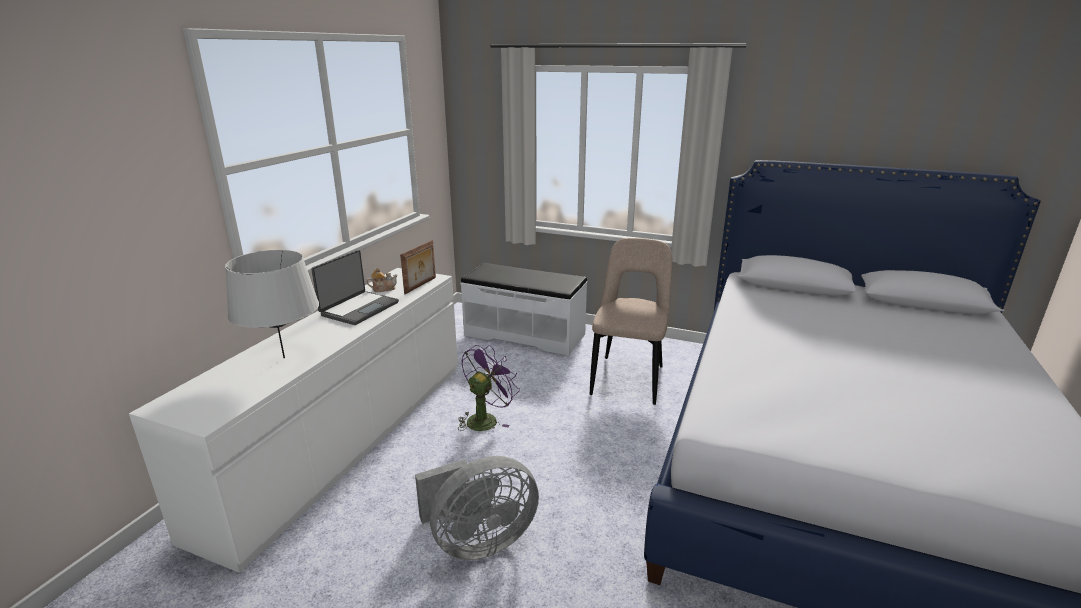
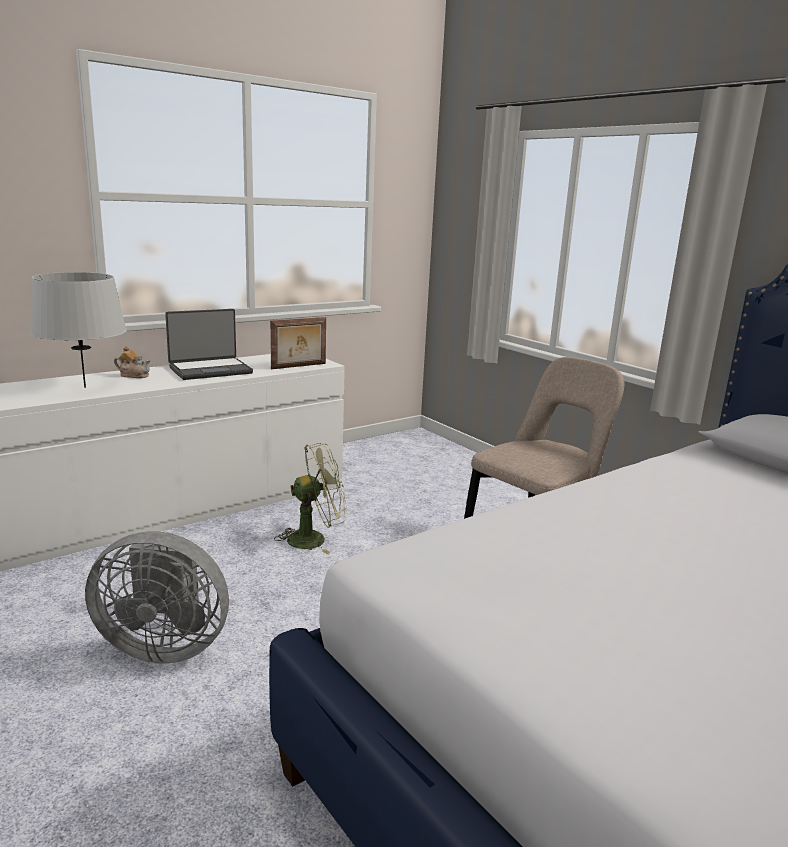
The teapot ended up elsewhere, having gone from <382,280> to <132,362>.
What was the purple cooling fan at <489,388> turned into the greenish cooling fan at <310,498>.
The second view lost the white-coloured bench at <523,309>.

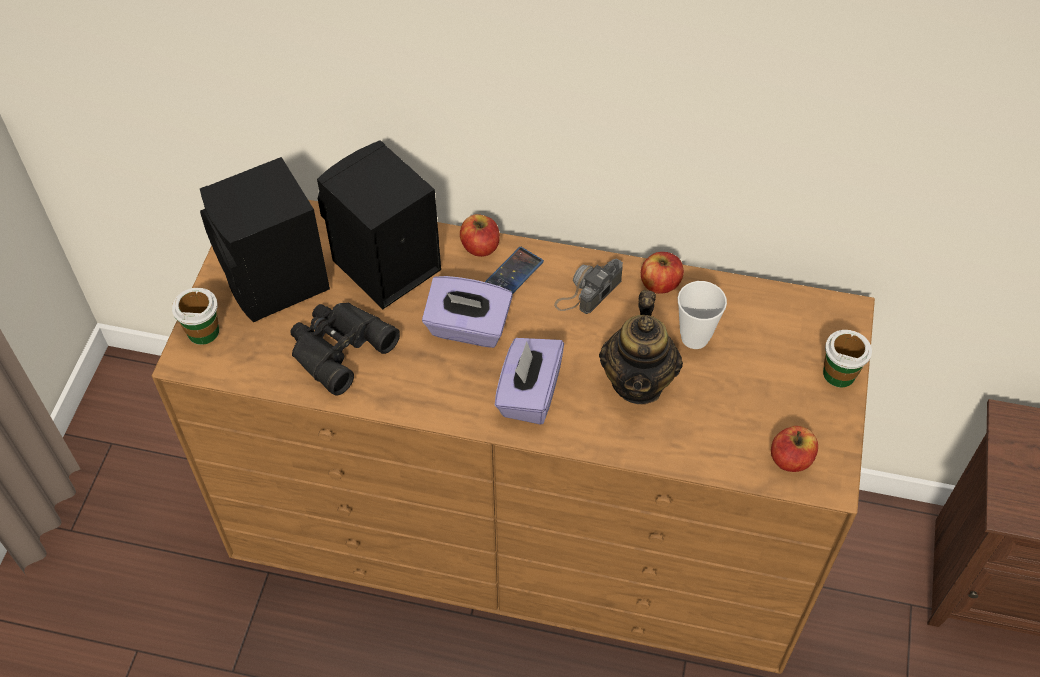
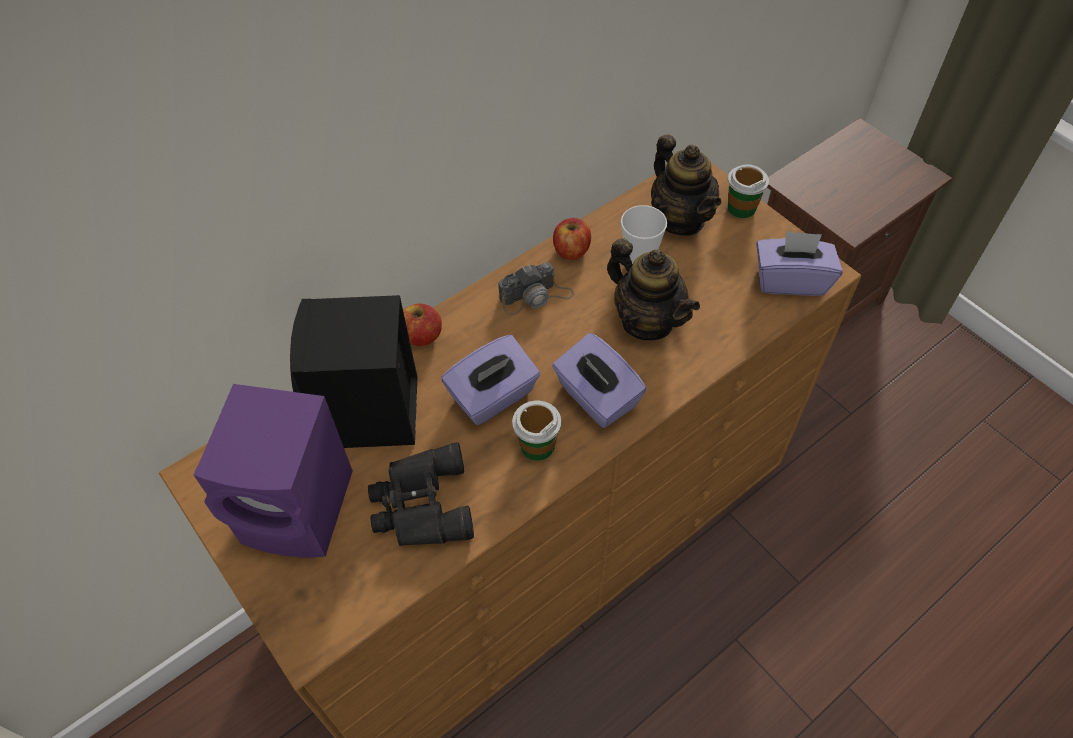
What was the black loudspeaker at <265,239> turned into the purple loudspeaker at <273,471>.
The still camera at <588,286> ended up facing another way, 105 degrees counterclockwise from before.
The cup ended up elsewhere, having gone from <195,316> to <536,431>.
The second view gained the teapot at <686,185>.
Where the apple fruit stood at <794,449>, the purple tissue box came to stand at <799,263>.
The second view lost the handset at <514,270>.

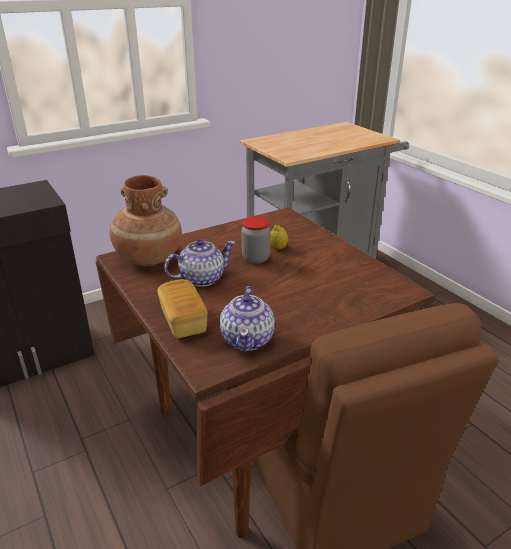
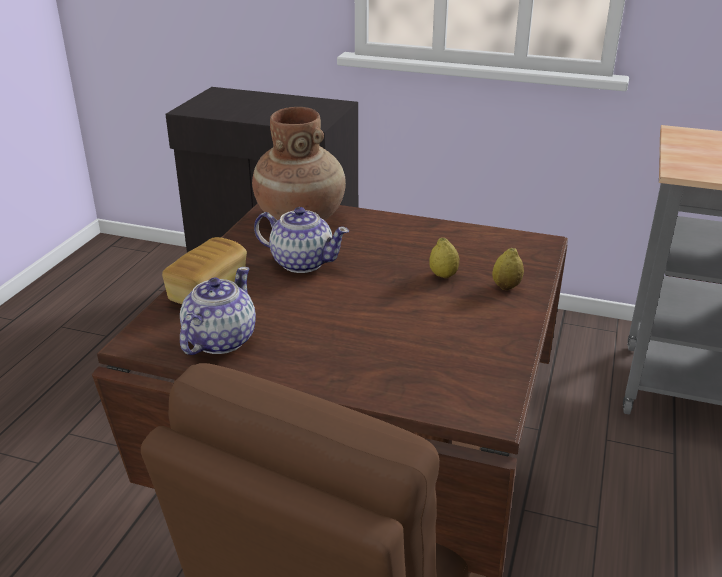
The teapot at <247,319> ended up facing another way, 150 degrees clockwise from before.
The second view gained the lemon at <508,269>.
The second view lost the preserve jar at <255,240>.

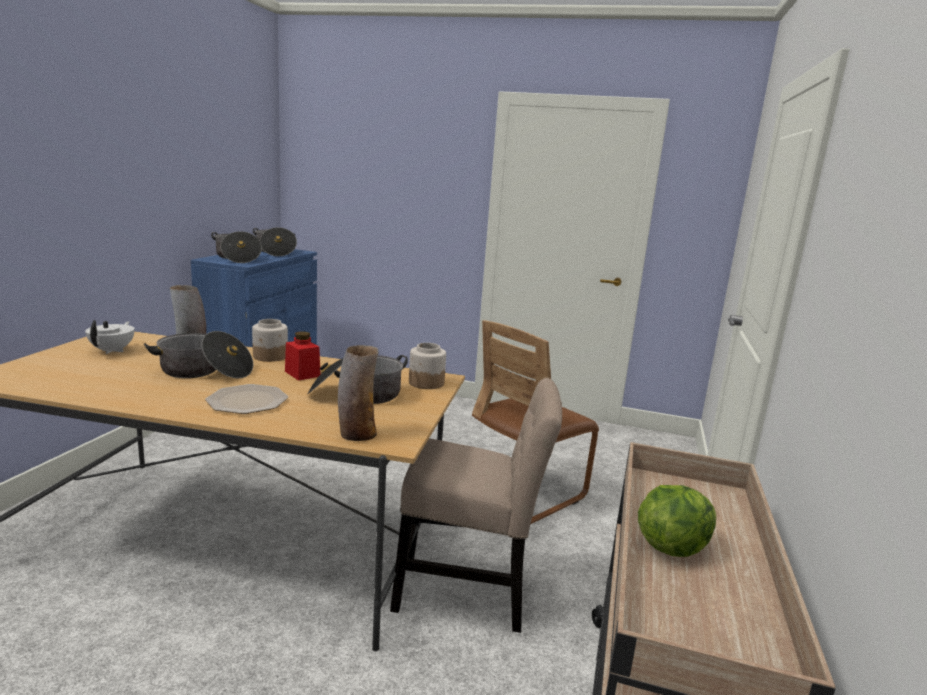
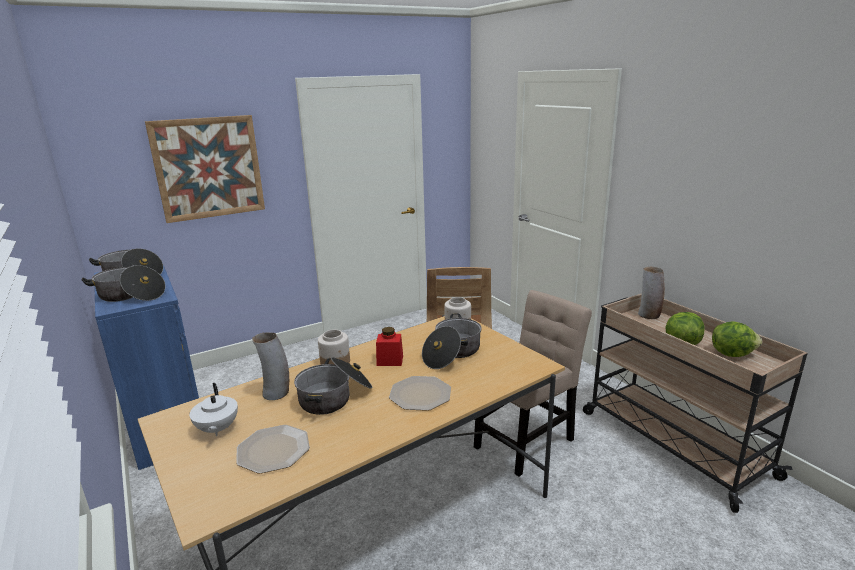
The second view gained the picture at <205,169>.
The white-coloured teapot at <109,337> ended up facing another way, 150 degrees counterclockwise from before.
The second view gained the flat dish at <273,449>.
The flower vase ended up elsewhere, having gone from <358,393> to <651,292>.
The second view gained the lettuce at <737,339>.

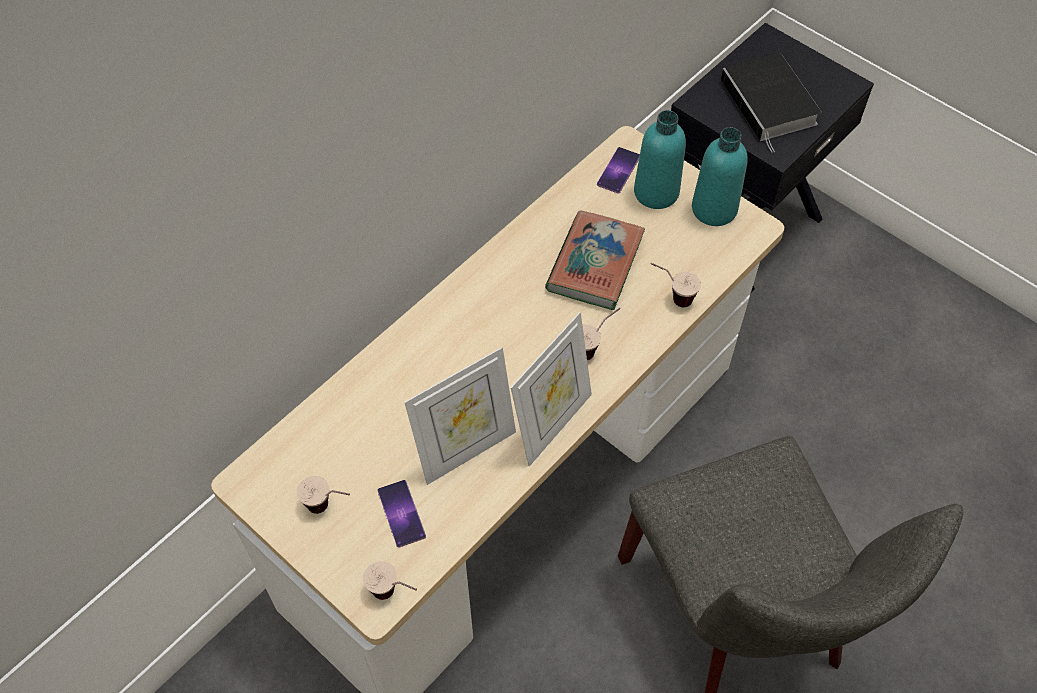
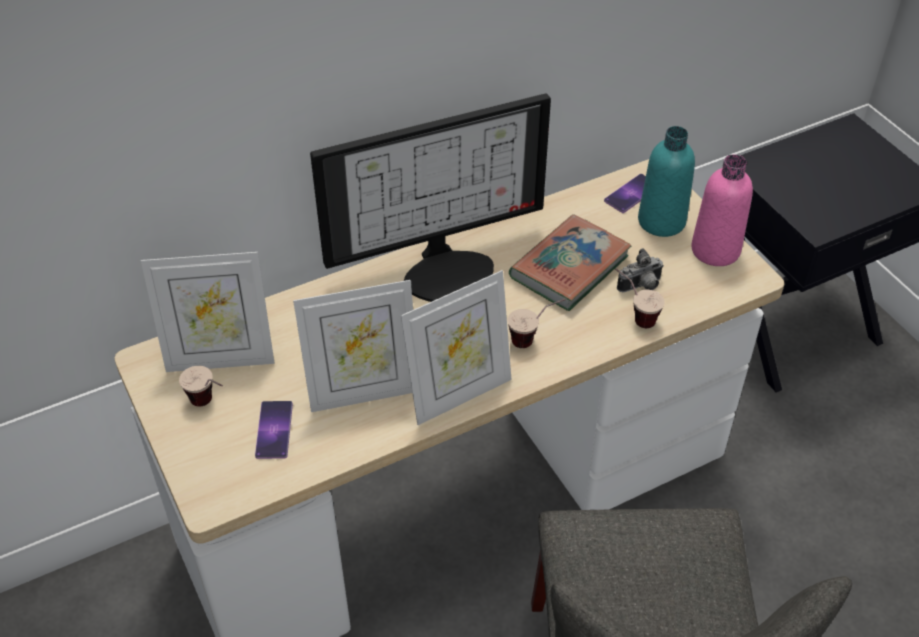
The second view gained the standing frame at <207,312>.
The second view gained the computer display at <430,197>.
The second view gained the still camera at <640,270>.
What was the blue-green beverage bottle at <720,176> turned into the pink beverage bottle at <722,210>.
The second view lost the cup at <390,580>.
The second view lost the book at <771,102>.

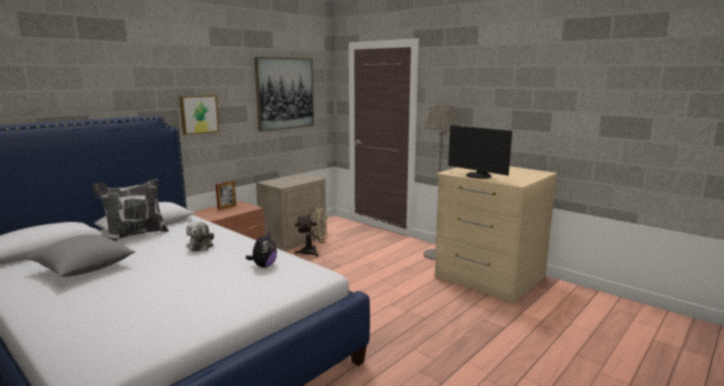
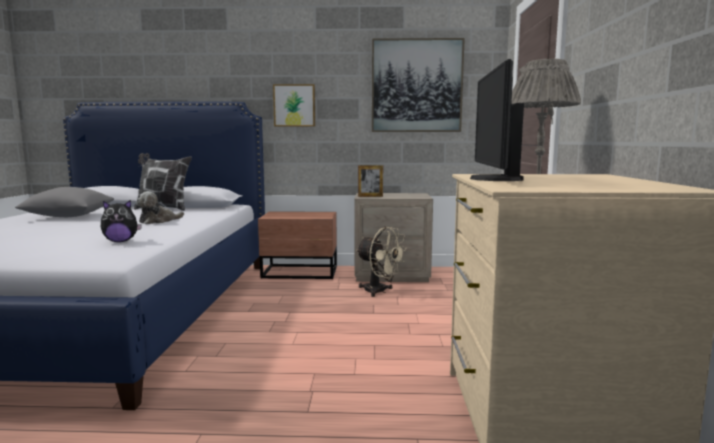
The standing frame ended up elsewhere, having gone from <226,195> to <370,181>.

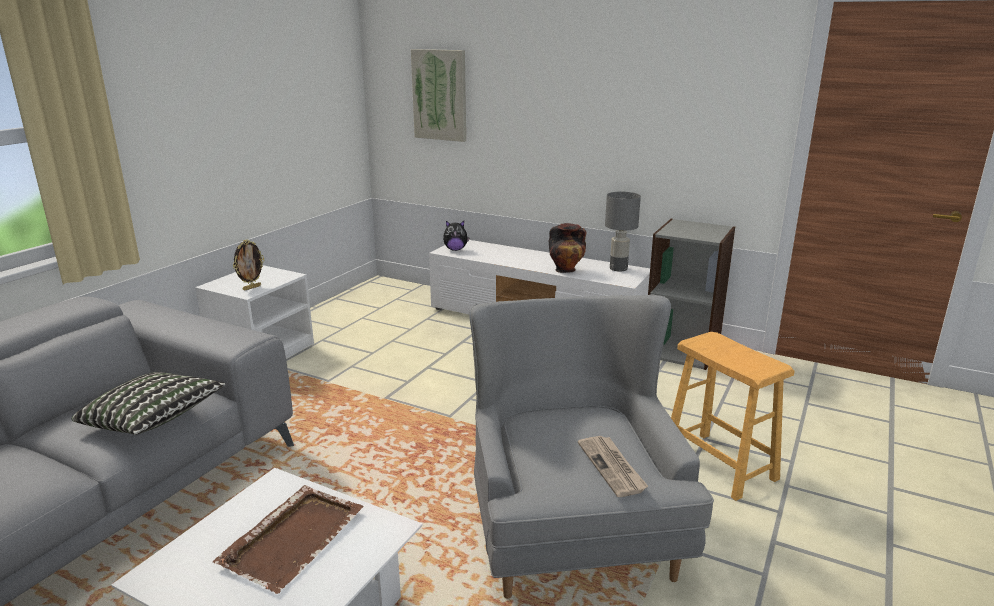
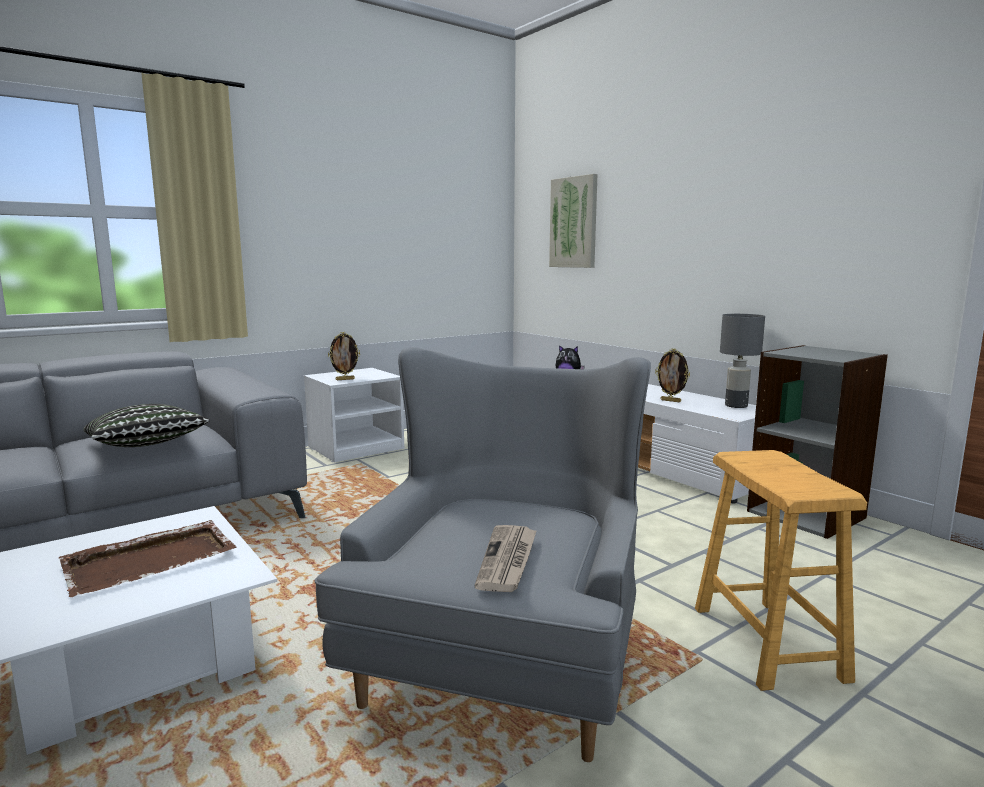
Where the flower vase stood at <567,248>, the standing frame came to stand at <672,375>.

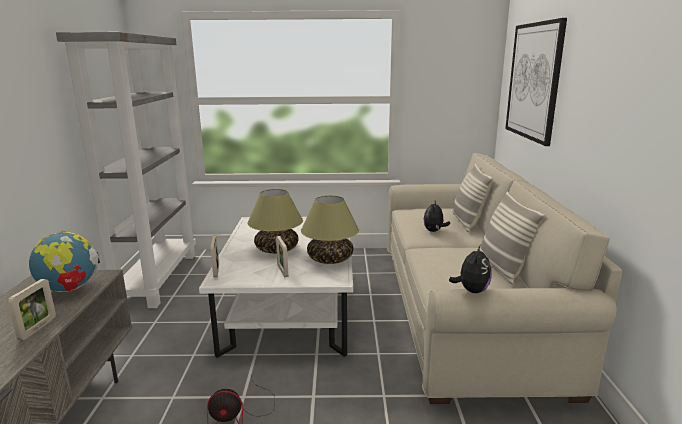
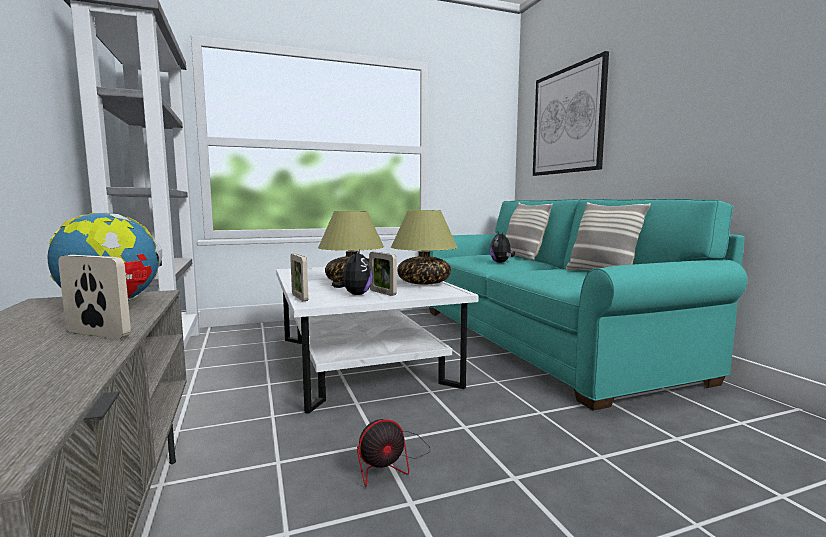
The standing frame at <32,309> ended up facing another way, 60 degrees counterclockwise from before.
The plush toy ended up elsewhere, having gone from <470,268> to <352,272>.
What was the beige-coloured couch at <504,278> turned into the blue-green couch at <587,305>.

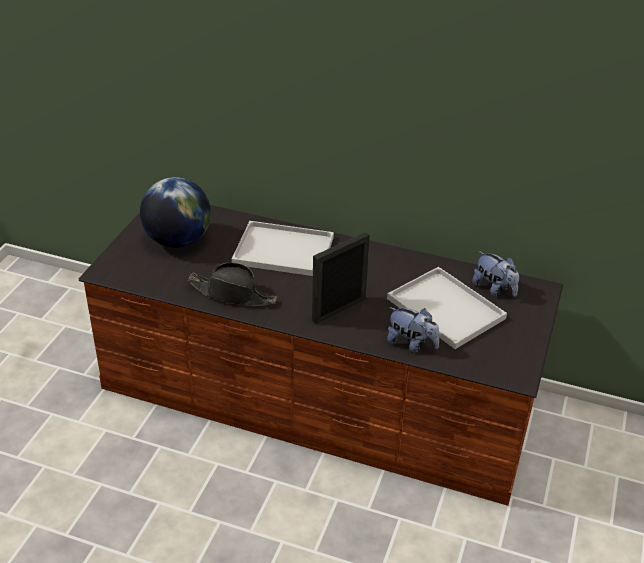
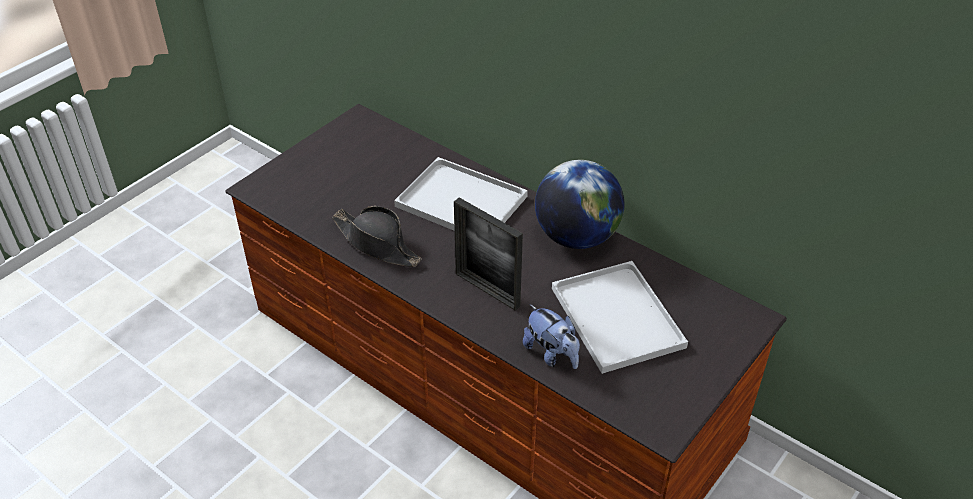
The standing frame at <341,278> ended up facing another way, 120 degrees counterclockwise from before.
The world globe ended up elsewhere, having gone from <175,212> to <579,204>.
The second view lost the plush toy at <495,274>.

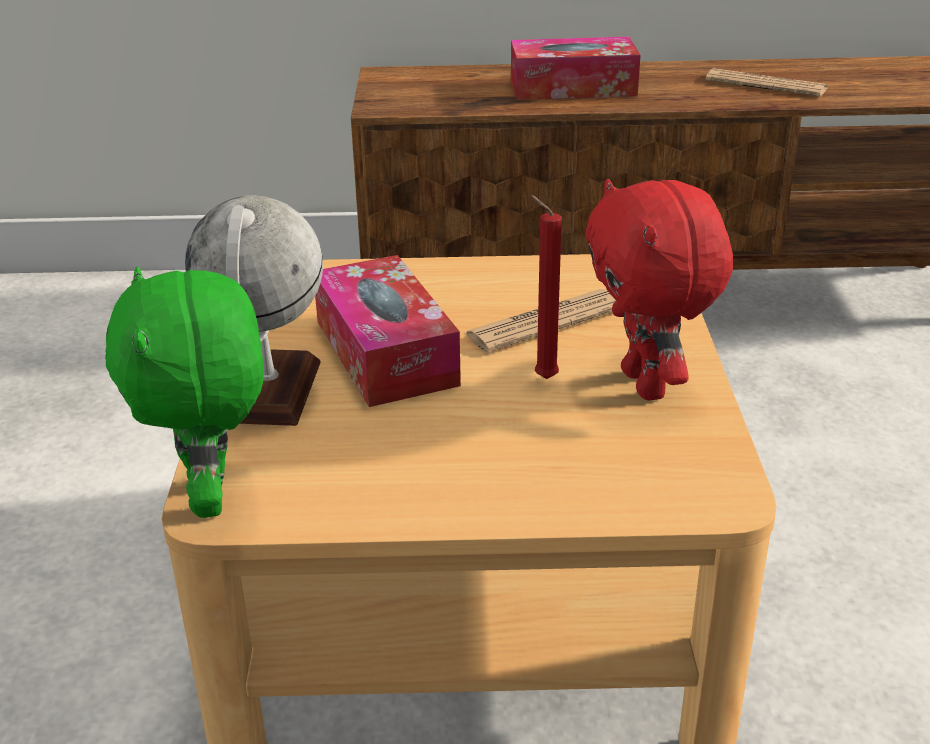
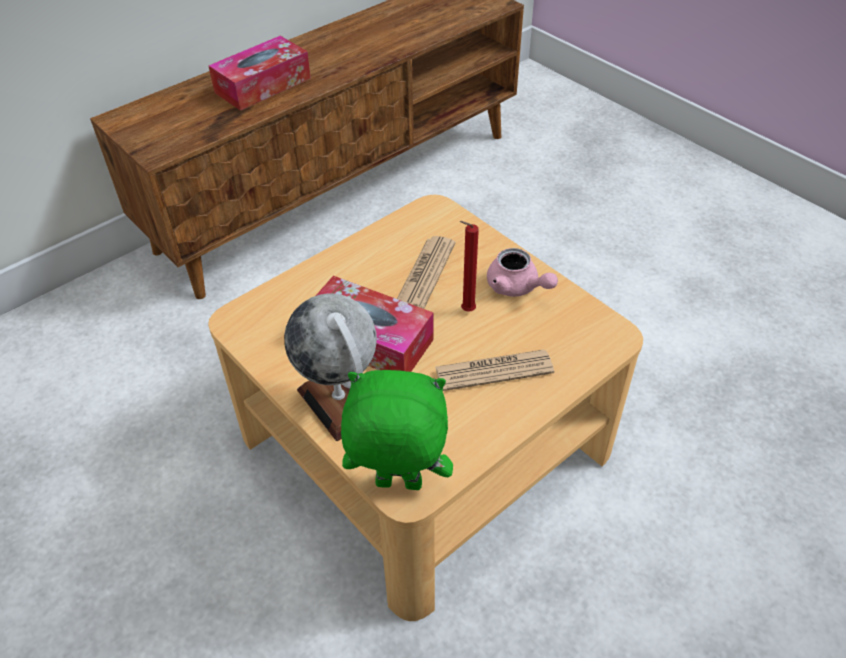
The greenish plush toy at <184,392> ended up facing another way, 150 degrees clockwise from before.
The newspaper ended up elsewhere, having gone from <767,82> to <494,370>.
Where the red plush toy stood at <659,289>, the pink teapot came to stand at <522,272>.

